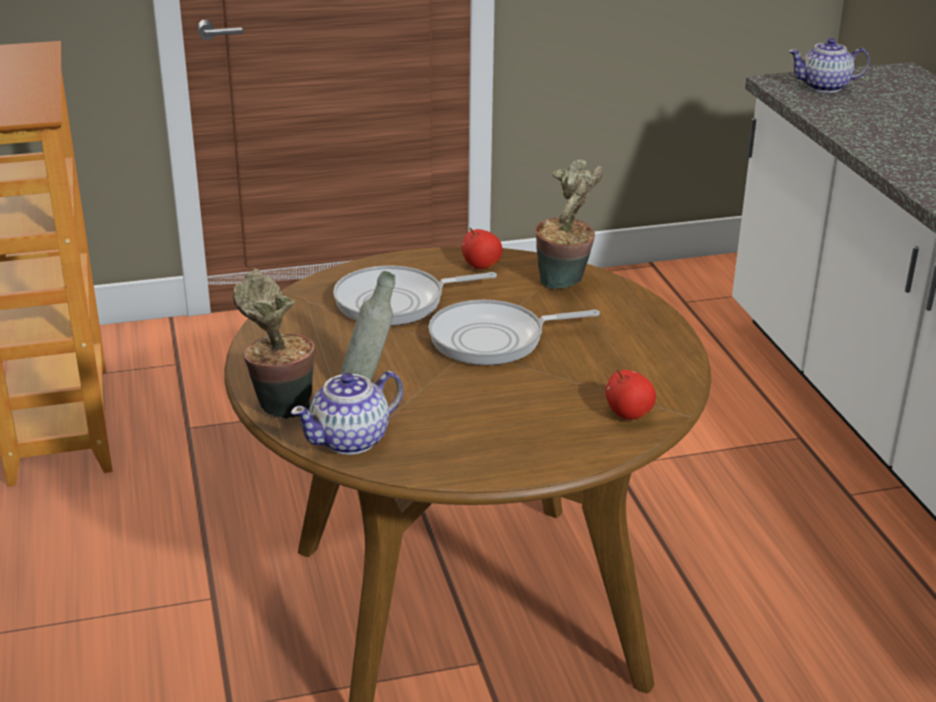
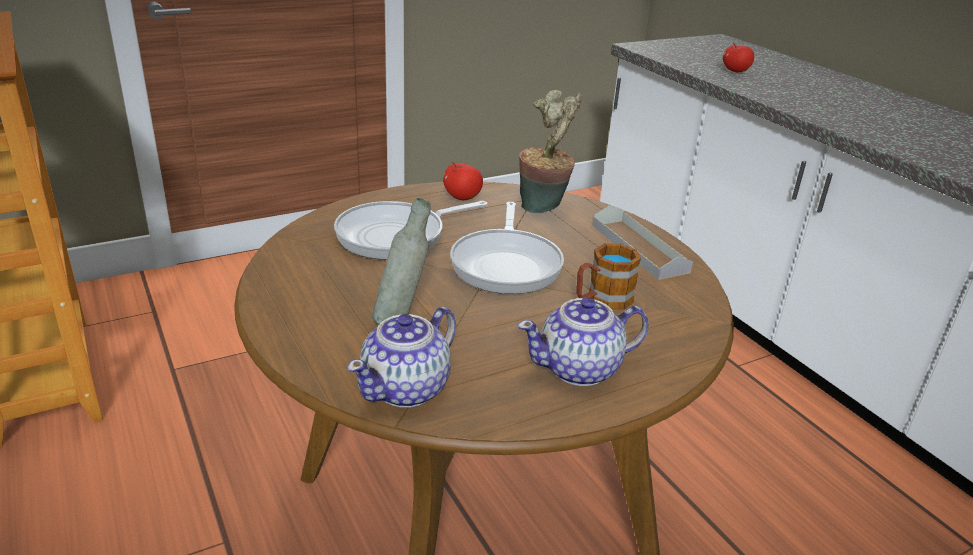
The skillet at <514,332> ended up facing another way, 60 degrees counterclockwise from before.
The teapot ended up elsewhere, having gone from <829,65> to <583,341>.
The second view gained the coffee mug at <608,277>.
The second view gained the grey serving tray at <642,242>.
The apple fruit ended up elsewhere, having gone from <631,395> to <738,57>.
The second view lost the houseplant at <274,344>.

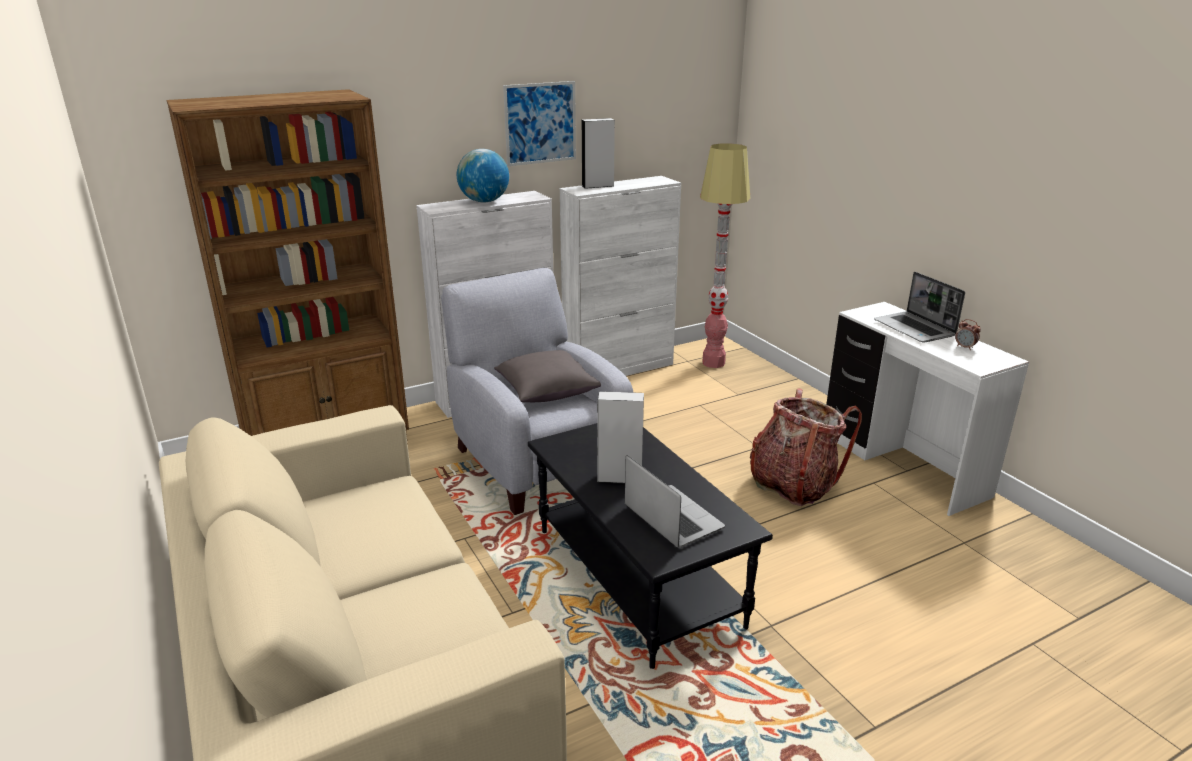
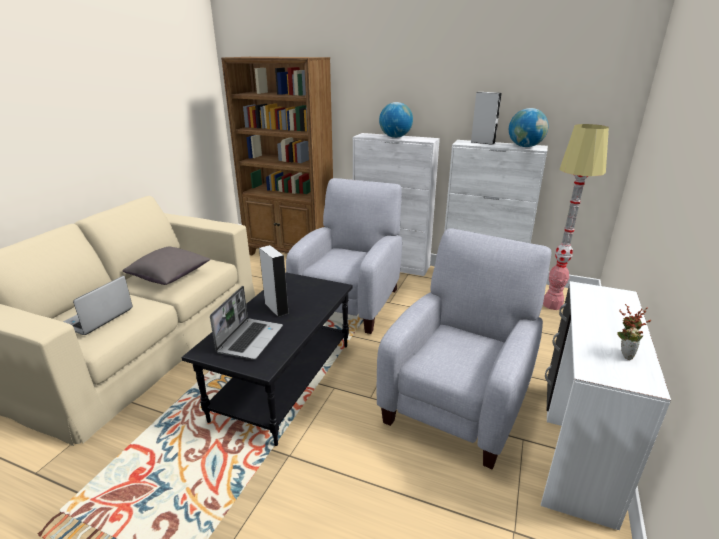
The notebook computer ended up elsewhere, having gone from <919,307> to <98,305>.
The grey pillow ended up elsewhere, having gone from <547,376> to <167,266>.
Where the knapsack stood at <806,447>, the grey lounge chair came to stand at <464,348>.
The second view gained the world globe at <528,127>.
Where the bedside clock stood at <968,334>, the houseplant came to stand at <634,332>.
The second view lost the picture at <539,123>.

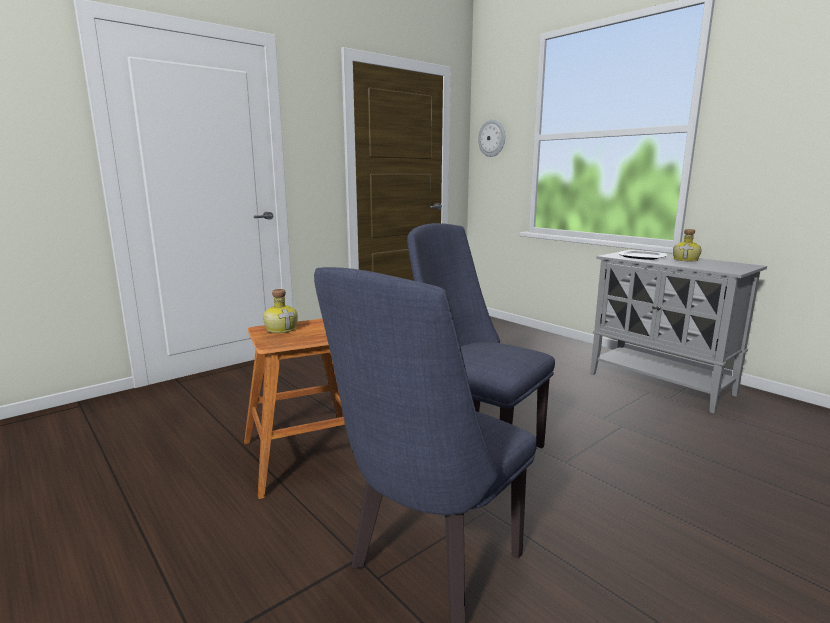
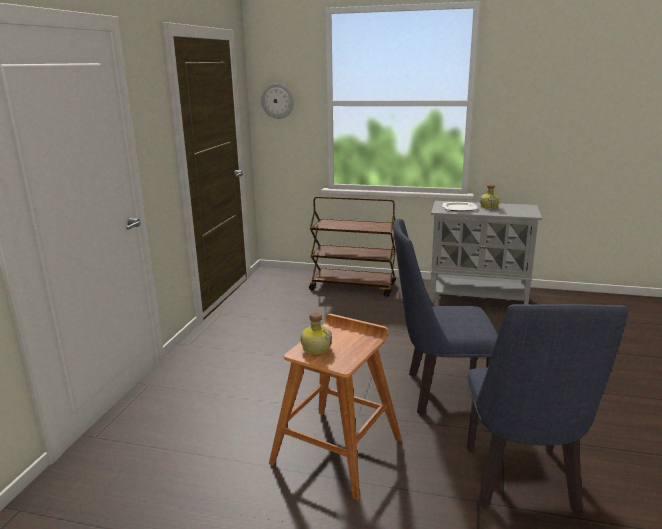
The second view gained the brown wheeled cart at <352,246>.

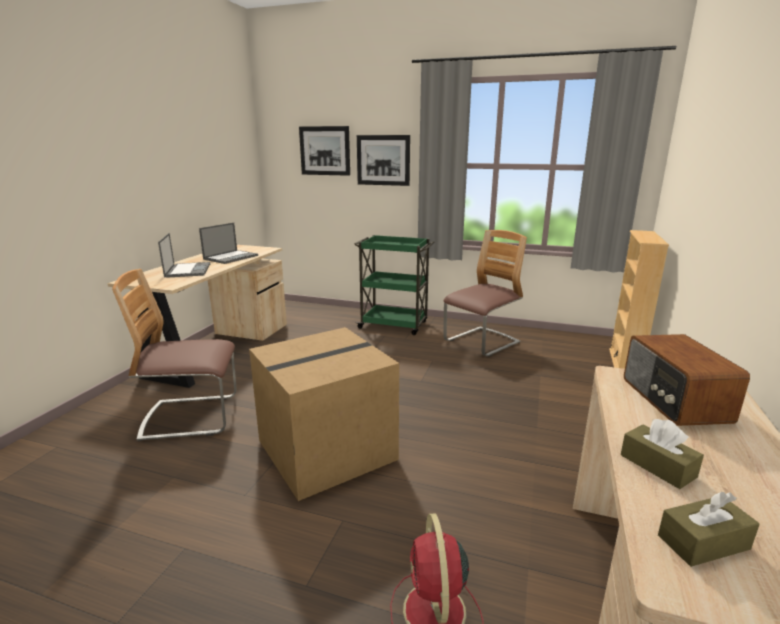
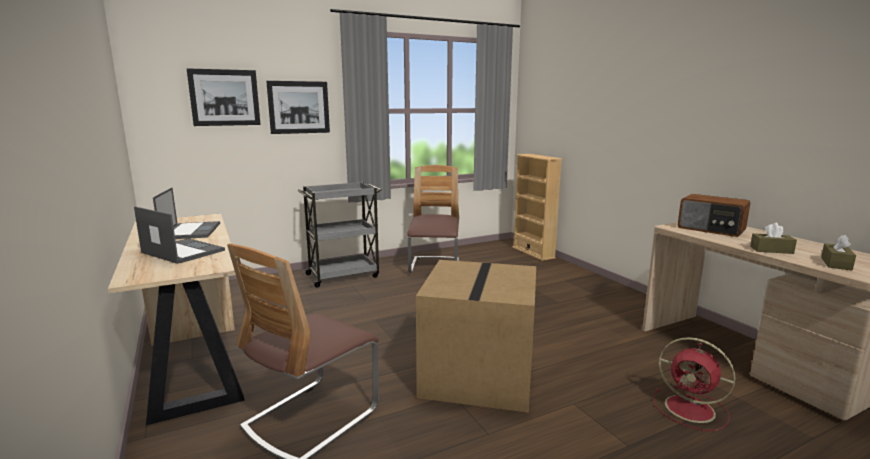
What was the greenish wheeled cart at <394,285> turned into the grey wheeled cart at <339,235>.

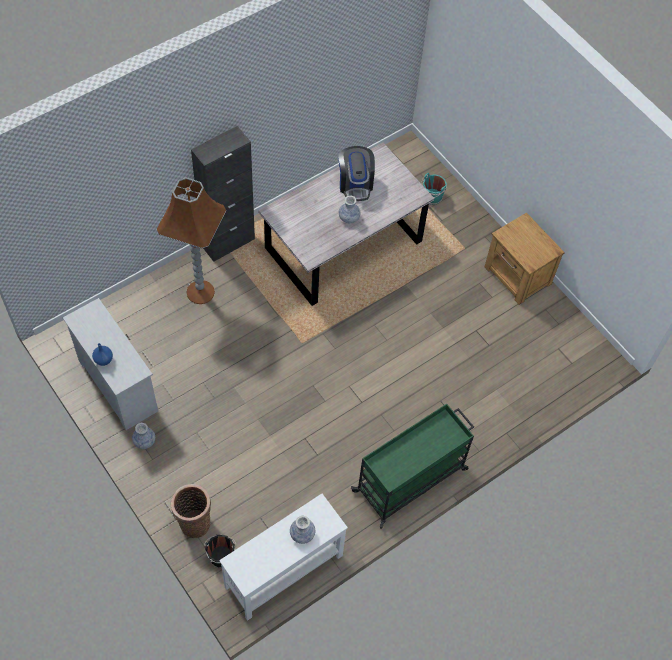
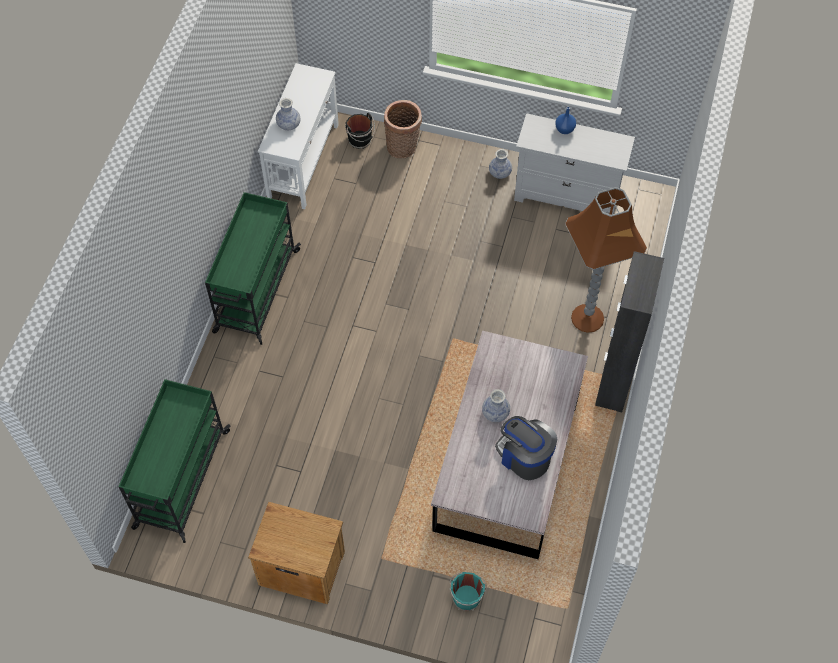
The second view gained the greenish wheeled cart at <174,461>.

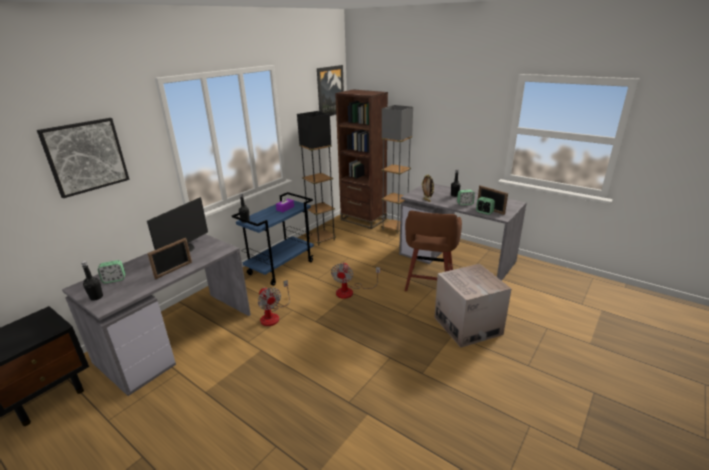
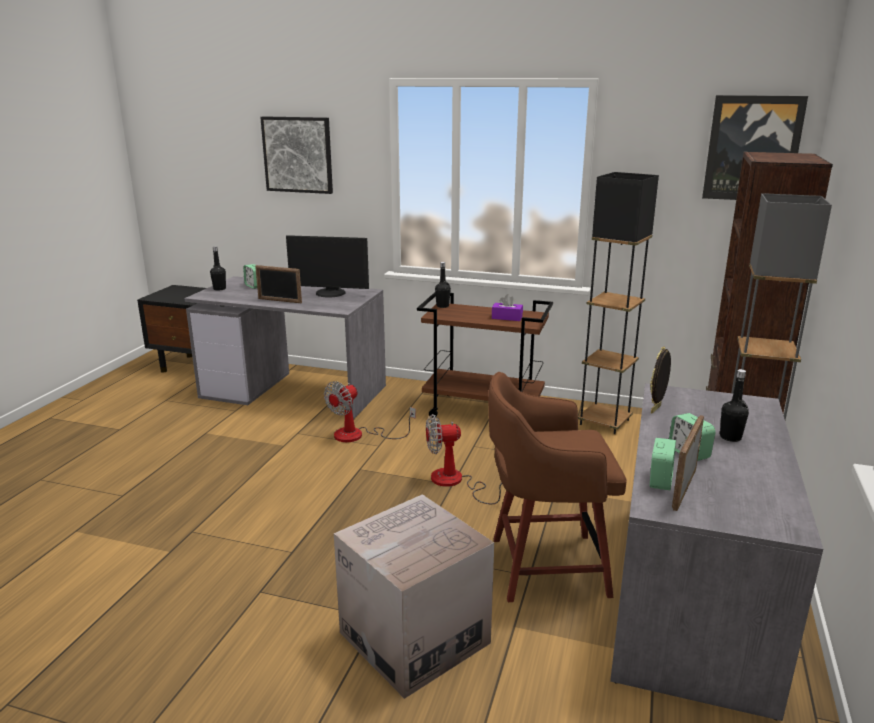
What was the blue wheeled cart at <273,239> turned into the brown wheeled cart at <485,355>.

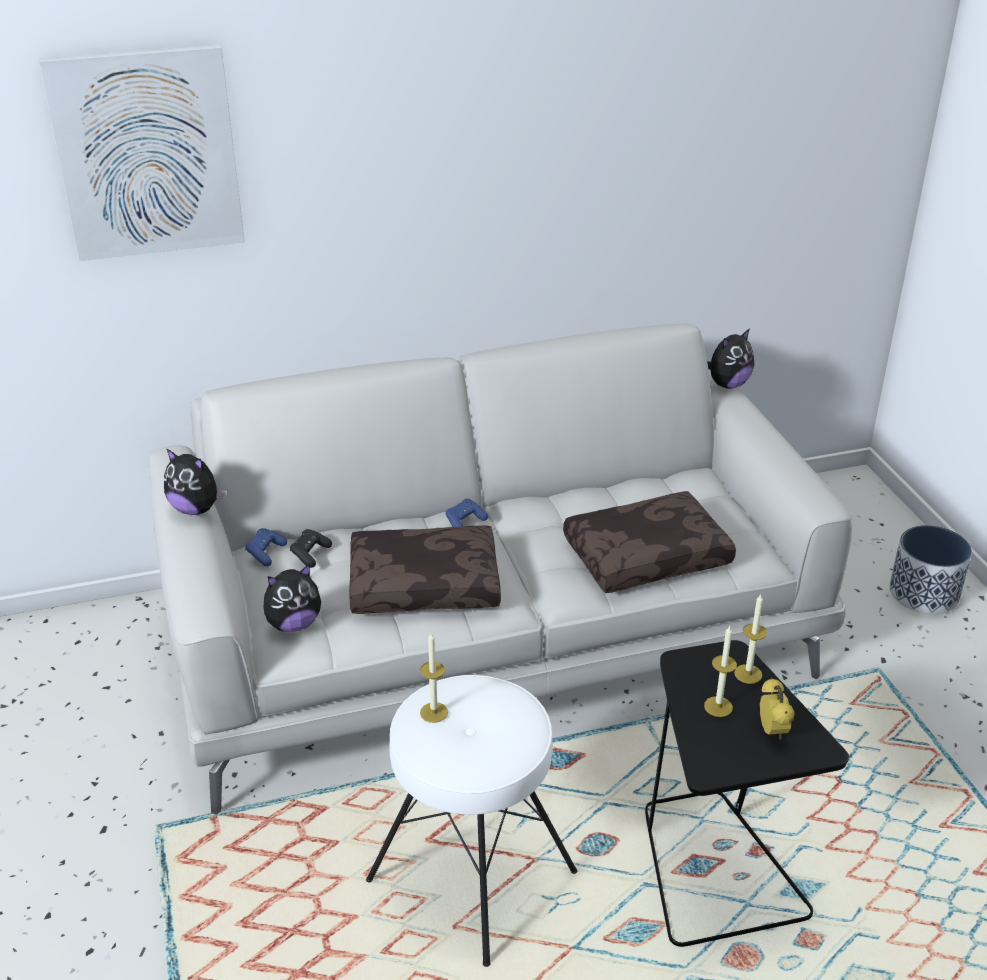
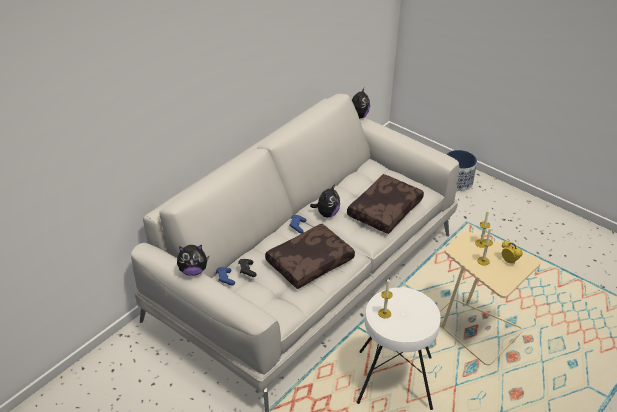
The plush toy ended up elsewhere, having gone from <292,598> to <325,200>.
What was the black accent table at <747,793> turned into the beige-coloured accent table at <490,298>.
The second view lost the picture at <142,153>.

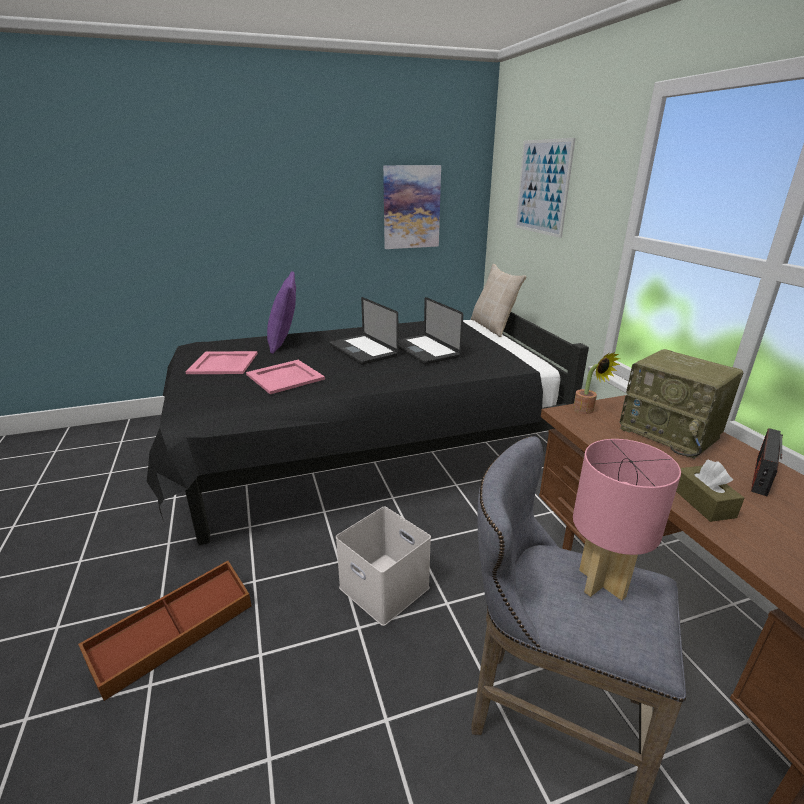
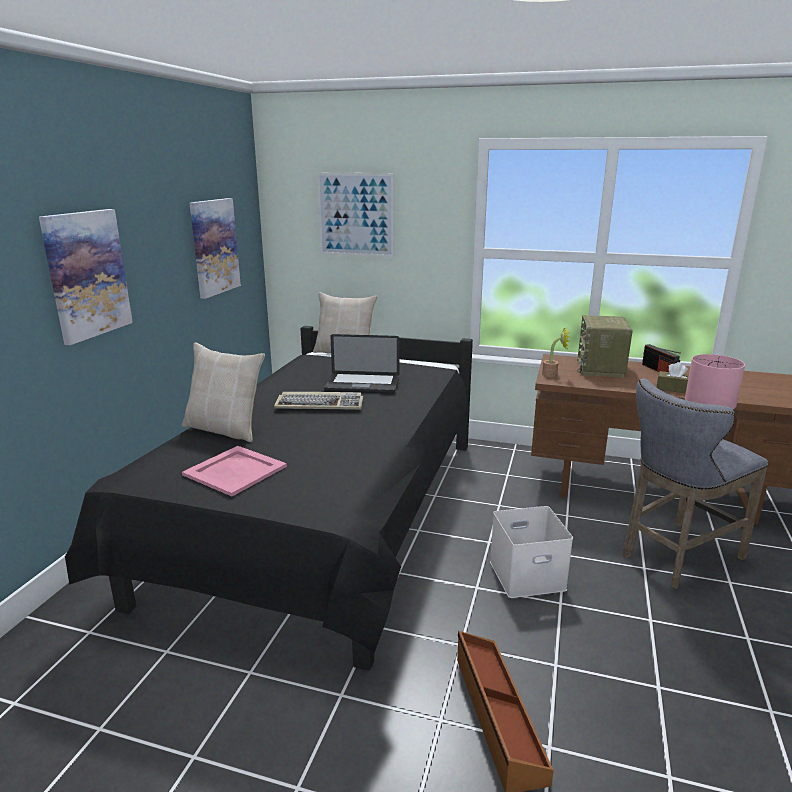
The second view gained the picture at <86,277>.
What was the purple pillow at <281,312> turned into the beige-coloured pillow at <223,392>.
Where the notebook computer stood at <363,331>, the computer keyboard came to stand at <318,401>.
The radio set at <681,404> ended up facing another way, 105 degrees clockwise from before.
The second view lost the pink serving tray at <285,377>.

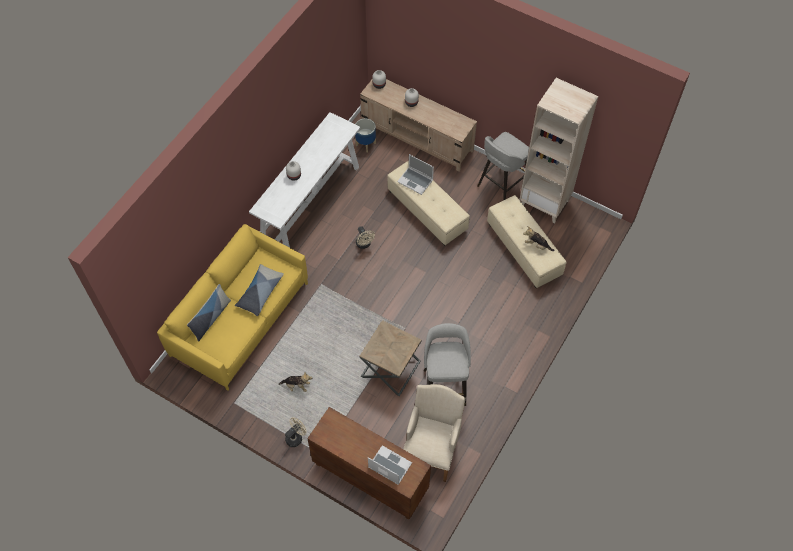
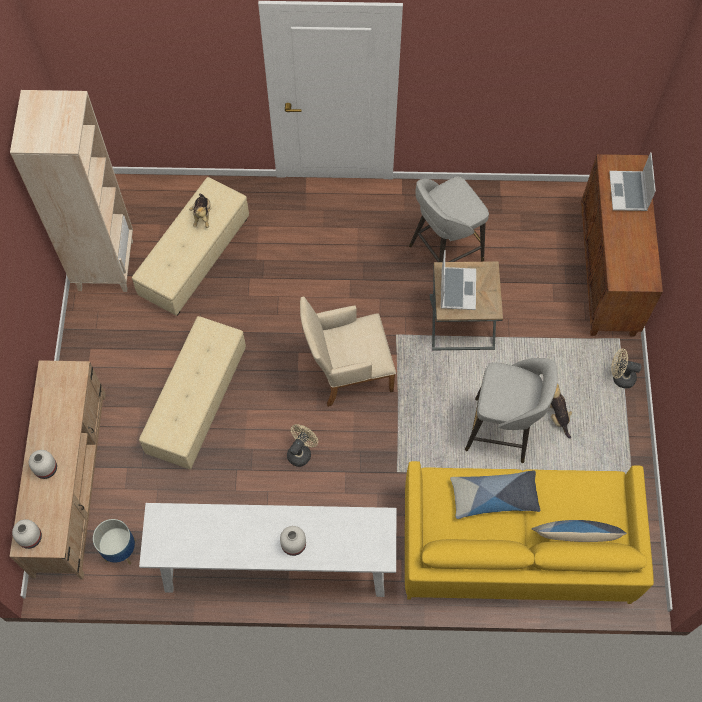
The beige-coloured lounge chair ended up elsewhere, having gone from <434,433> to <348,351>.
The notebook computer ended up elsewhere, having gone from <415,174> to <458,280>.
The grey stool seat ended up elsewhere, having gone from <503,166> to <511,410>.

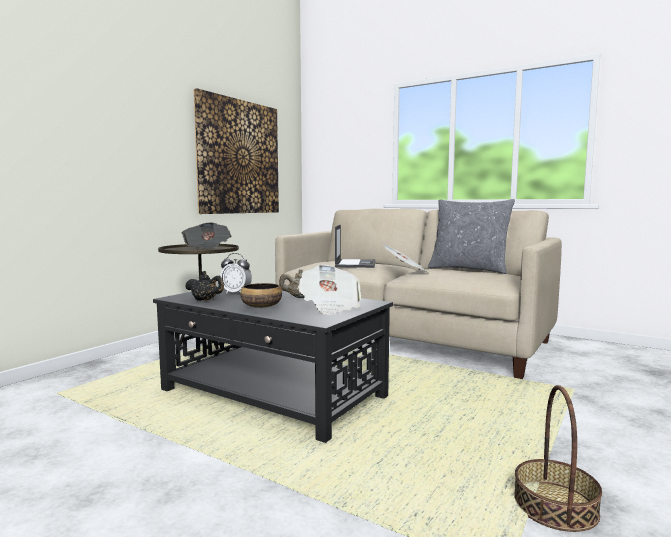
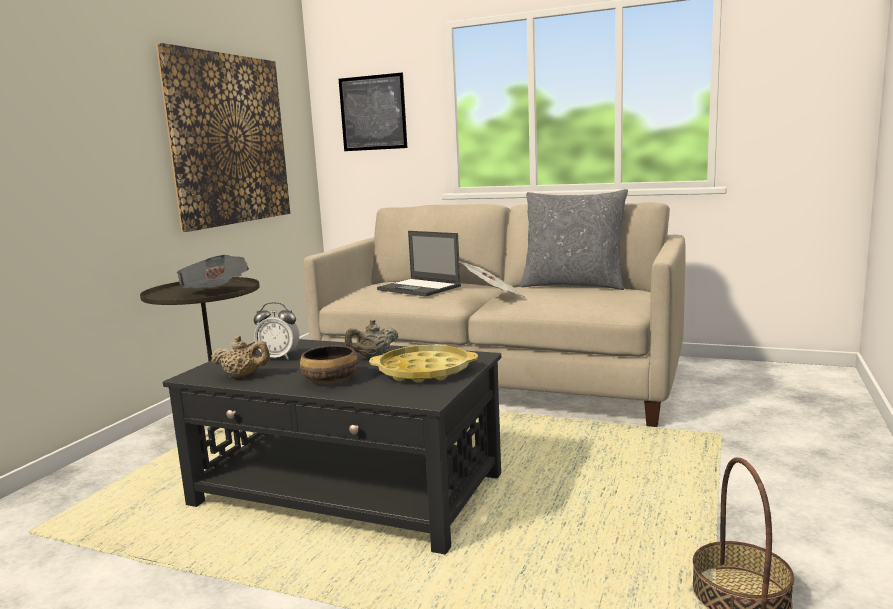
What was the black teapot at <204,286> turned into the beige-coloured teapot at <240,357>.
The second view gained the picture at <373,112>.
Where the newspaper stood at <329,289>, the yellow-coloured serving tray came to stand at <423,364>.
The notebook computer at <355,246> ended up facing another way, 135 degrees clockwise from before.

